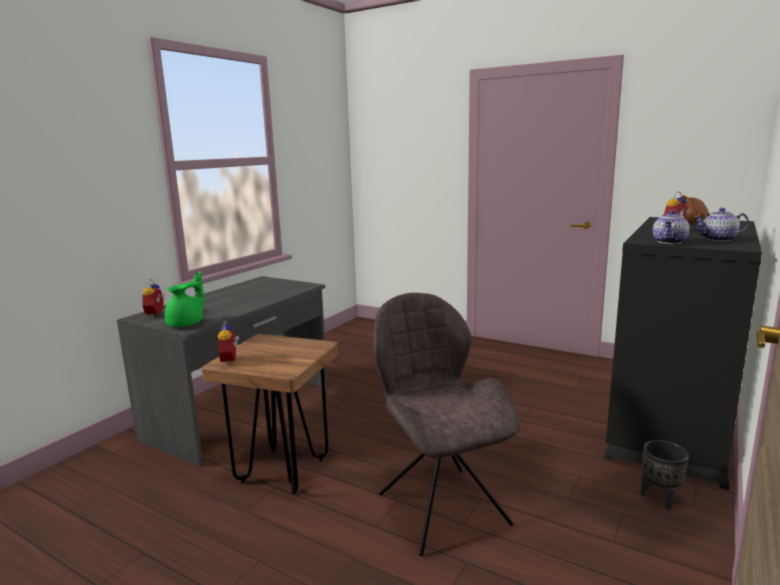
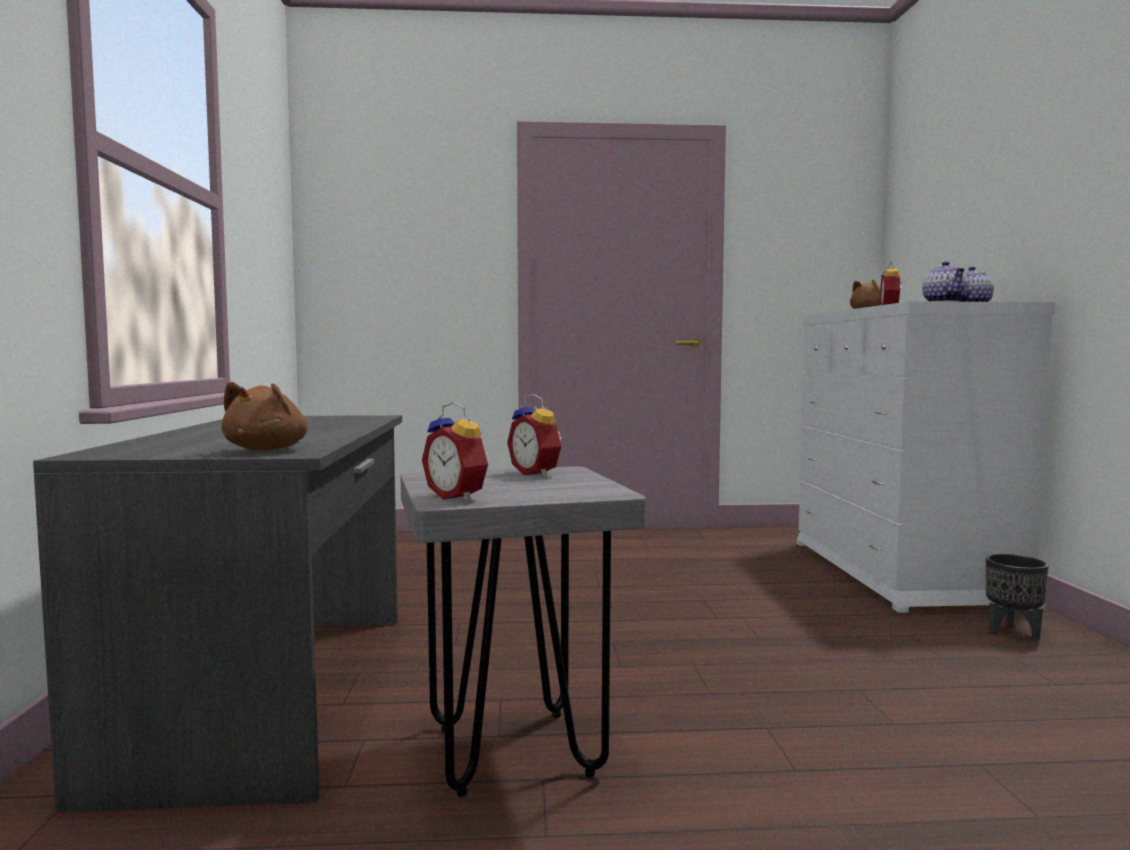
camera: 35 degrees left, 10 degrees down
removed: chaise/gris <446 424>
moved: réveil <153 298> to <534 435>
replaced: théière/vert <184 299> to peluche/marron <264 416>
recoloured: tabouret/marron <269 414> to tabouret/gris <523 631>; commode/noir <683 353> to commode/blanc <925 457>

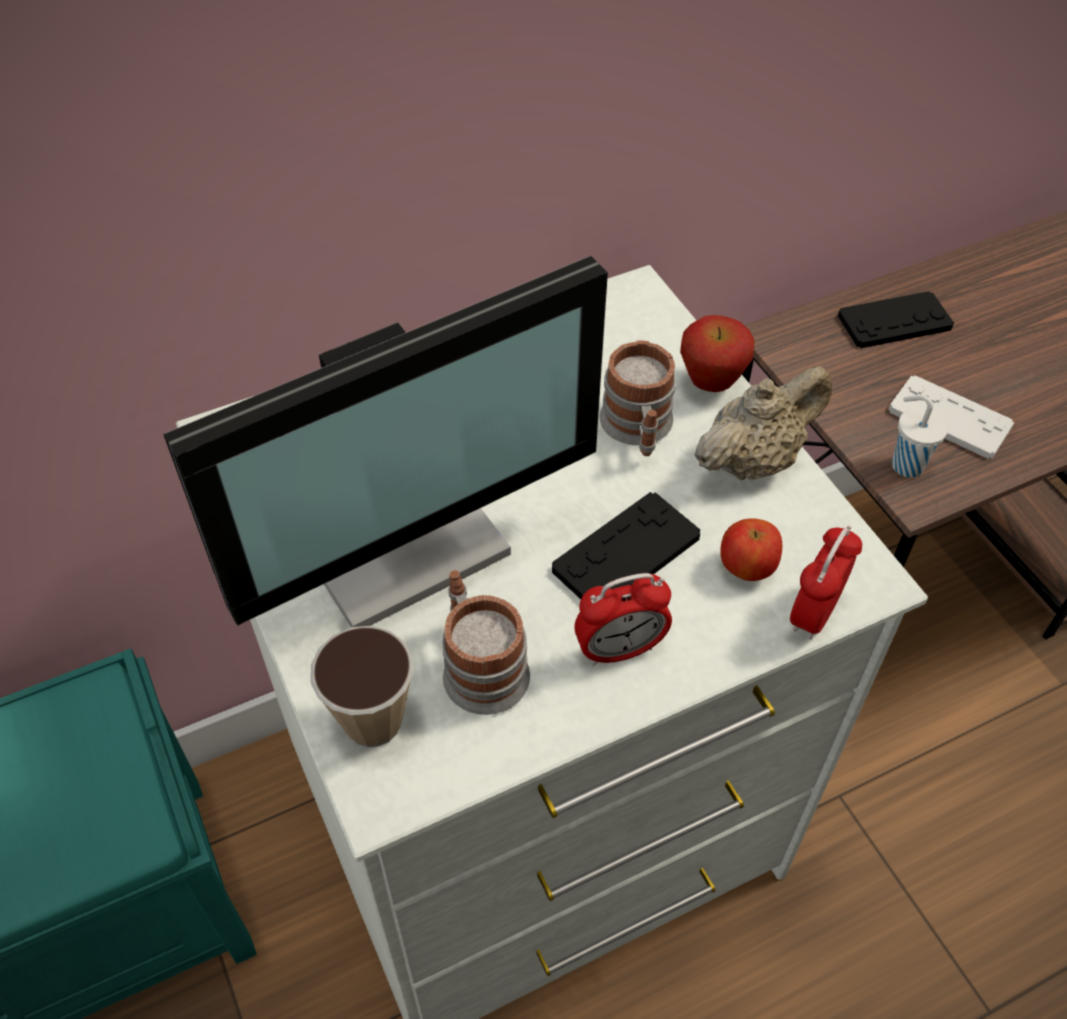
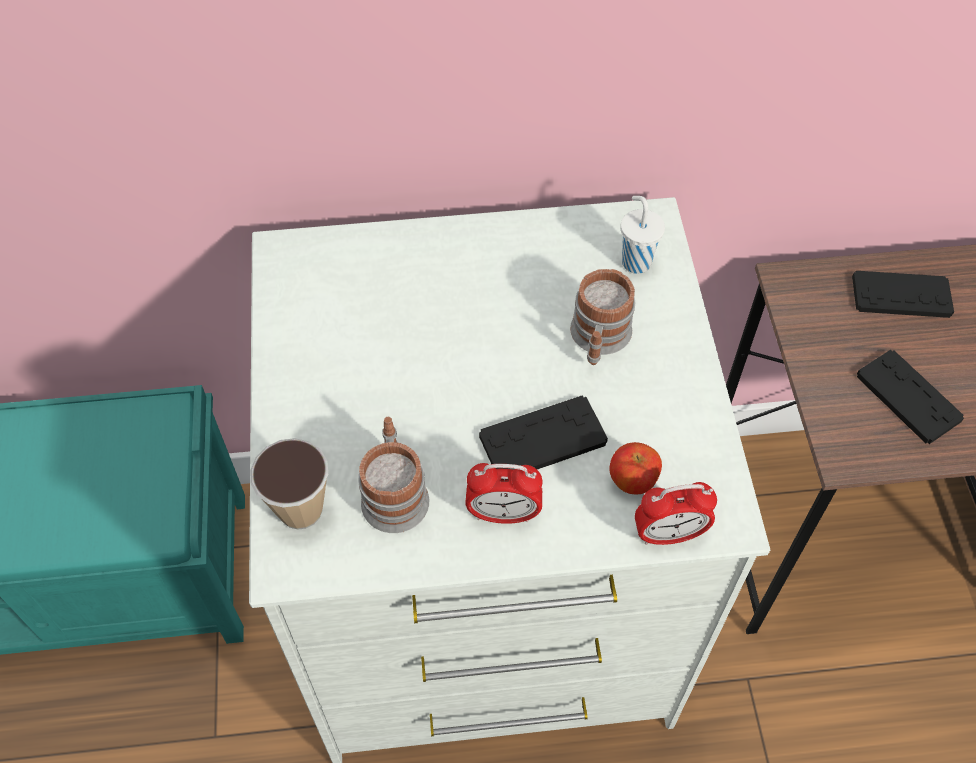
camera: 20 degrees right, 5 degrees up
removed: écran d'ordinateur <385 441>; pomme <717 353>; théière/beige <763 423>
moved: tasse/blanc <920 436> to <643 235>
recoloured: manette/blanc <951 417> to manette/noir <910 397>
turned: réveil <826 582> = <676 513> 150 degrees counterclockwise

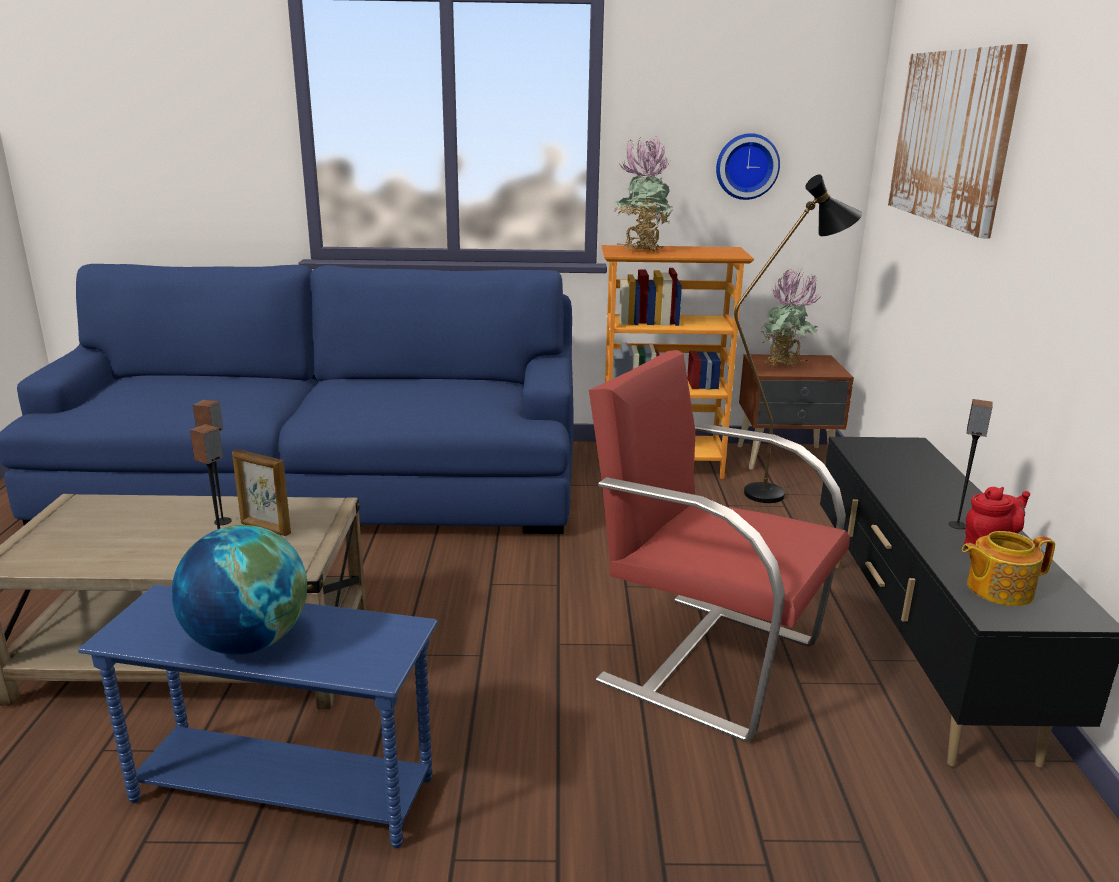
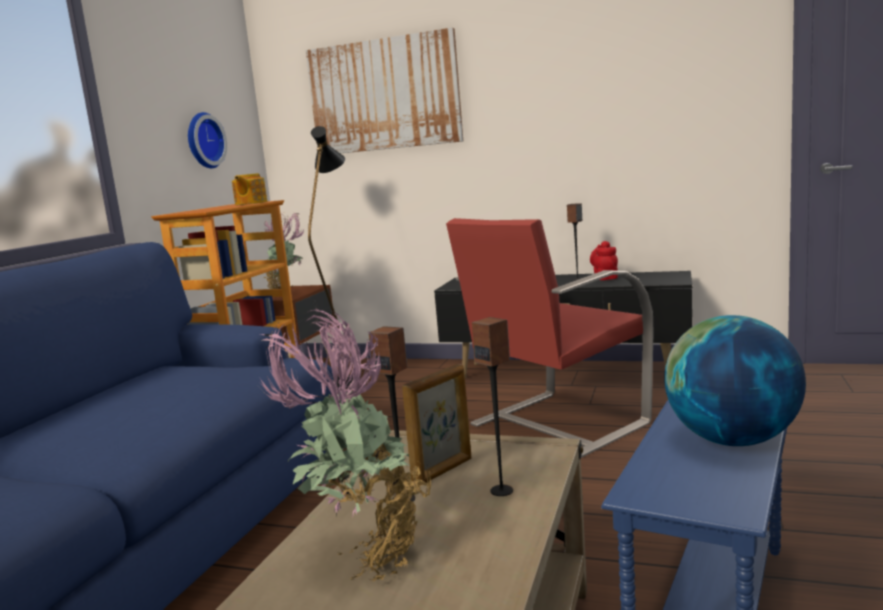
camera: 70 degrees left, 10 degrees down
moved: plante en pot <643 194> to <346 445>; théière <1008 568> to <249 189>

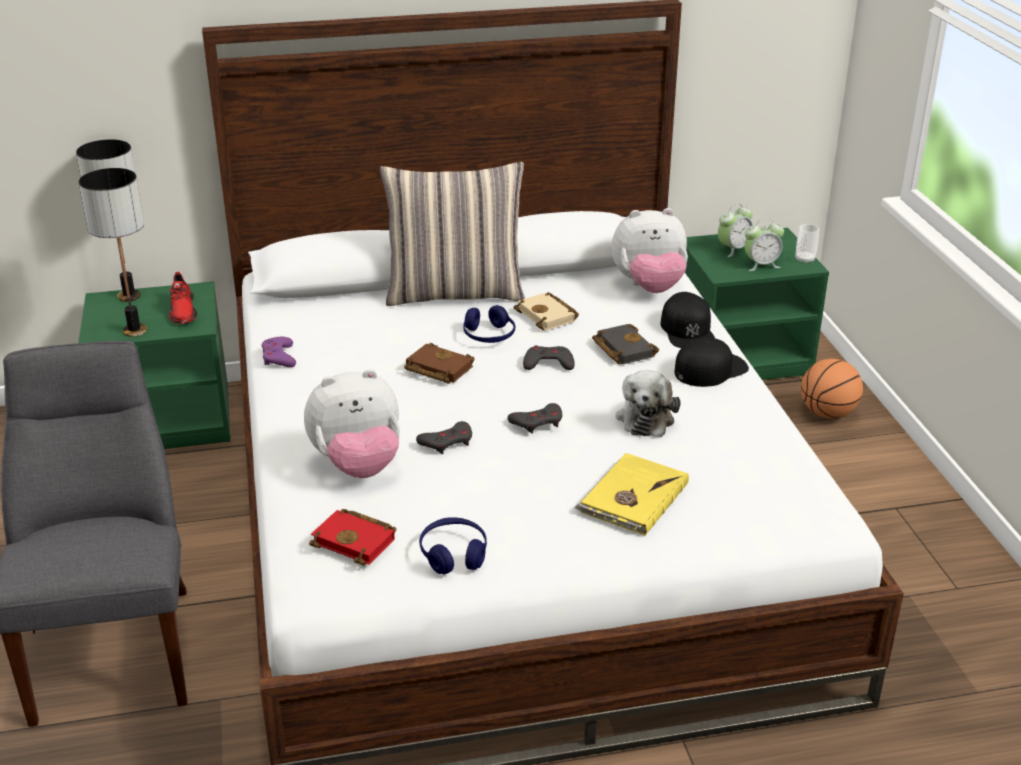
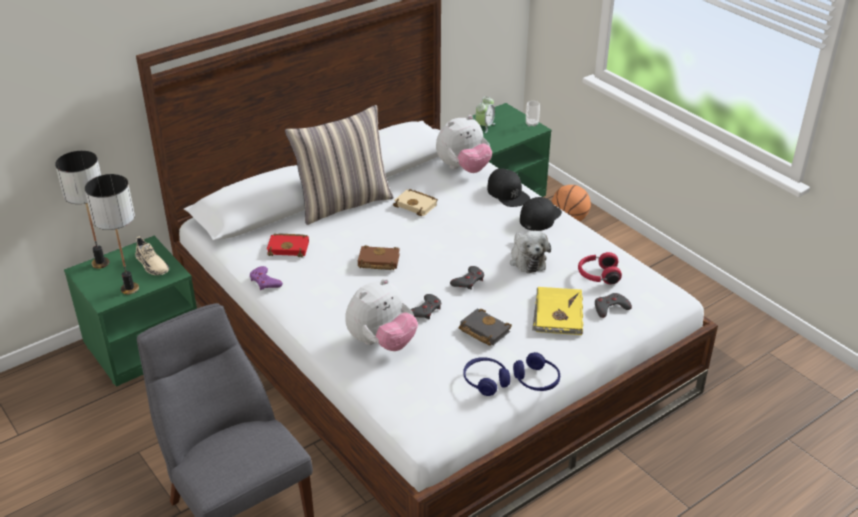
camera: 25 degrees left, 5 degrees up
removed: réveil <764 244>
added: casque audio/rouge <600 268>
moved: livre/rouge <352 537> to <288 245>; casque audio/bleu <489 324> to <536 371>; manette/gris <549 357> to <613 305>; livre/noir <625 344> to <485 327>
recoloured: chaussure/rouge <183 298> to chaussure/beige <152 255>

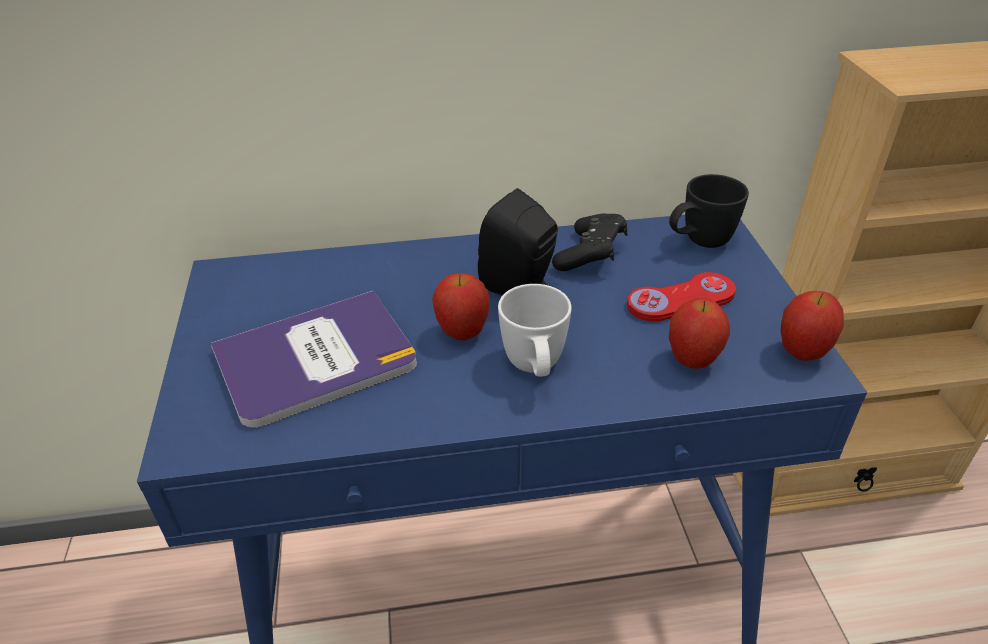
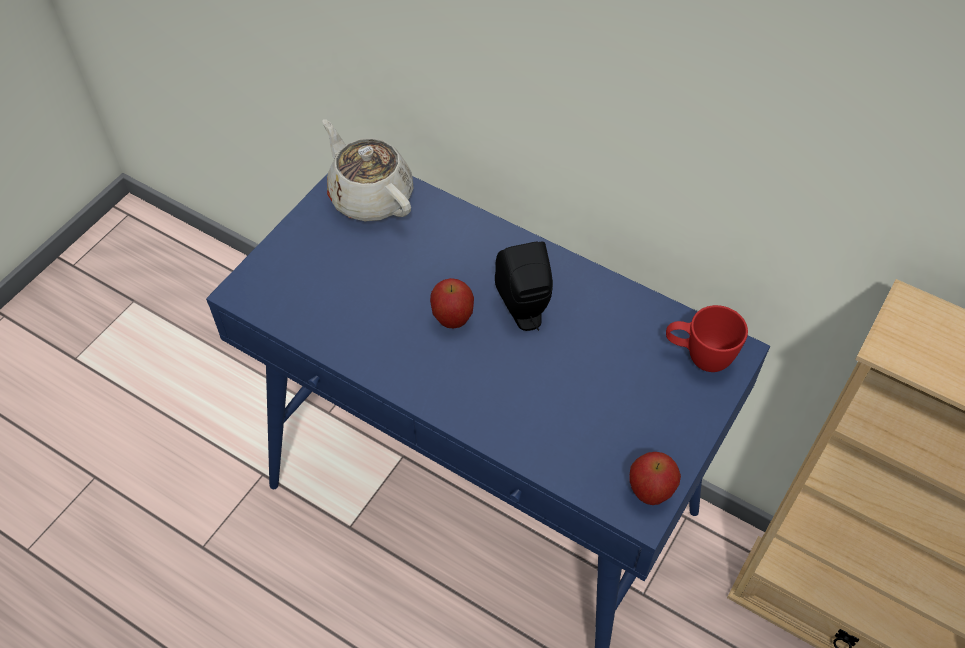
camera: 40 degrees right, 15 degrees up
removed: livre <313 359>; mug/blanc <535 330>; manette/noir <590 242>; manette/rouge <681 296>; pomme <699 333>
added: théière/beige <367 170>
recoloured: mug/noir <709 211> to mug/rouge <707 338>

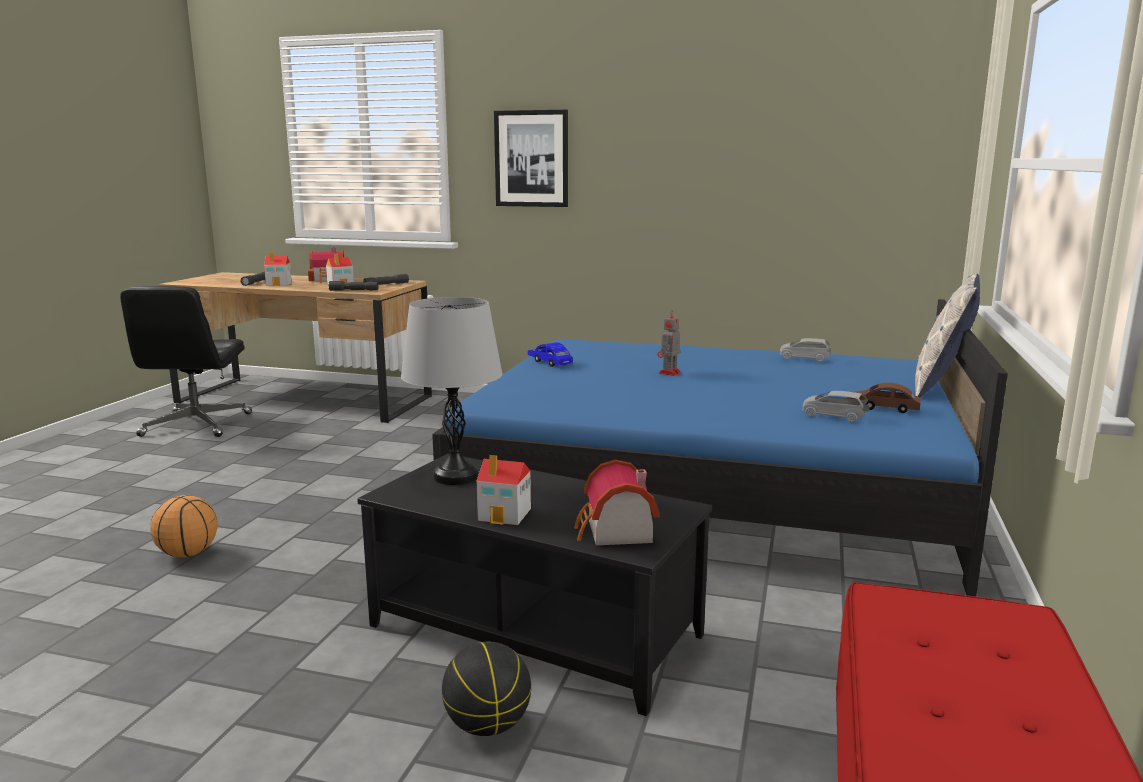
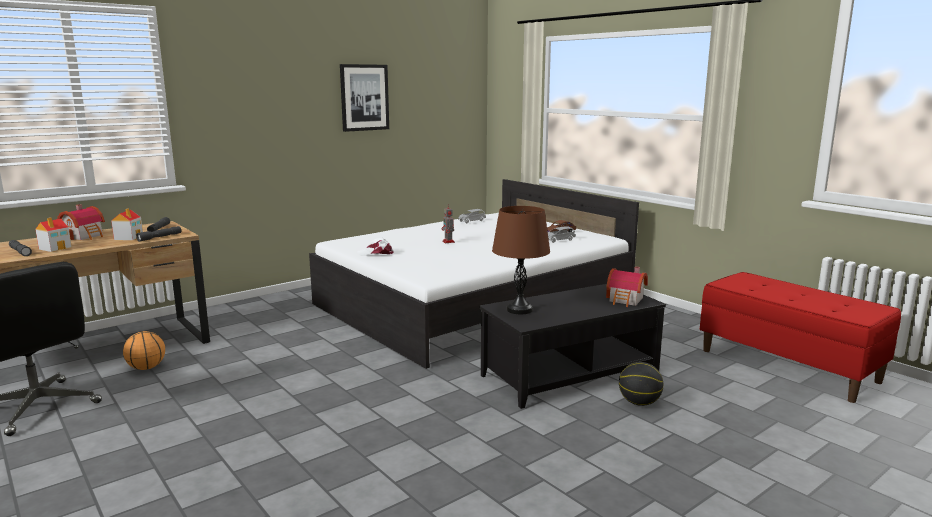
camera: 55 degrees left, 0 degrees up
removed: maison miniature <504 490>; coussin <947 335>
moved: ballon de basket <184 526> to <144 350>; tableau <531 158> to <364 98>
replaced: petite voiture/bleu <550 354> to casquette/blanc <375 247>
recoloured: lampe de table/gris <452 391> to lampe de table/marron <521 260>; lit/bleu <720 447> to lit/blanc <474 274>

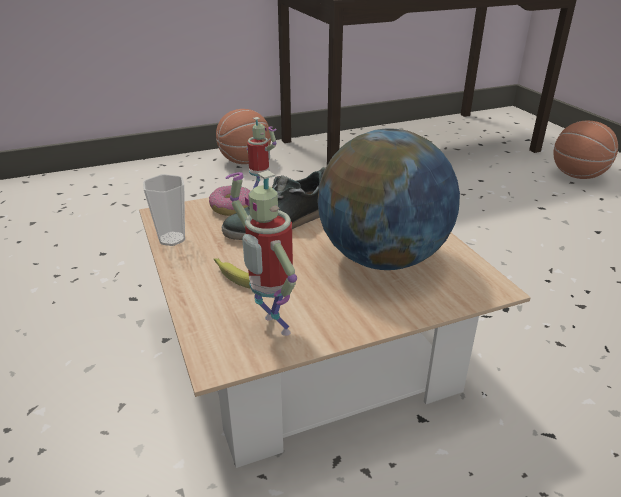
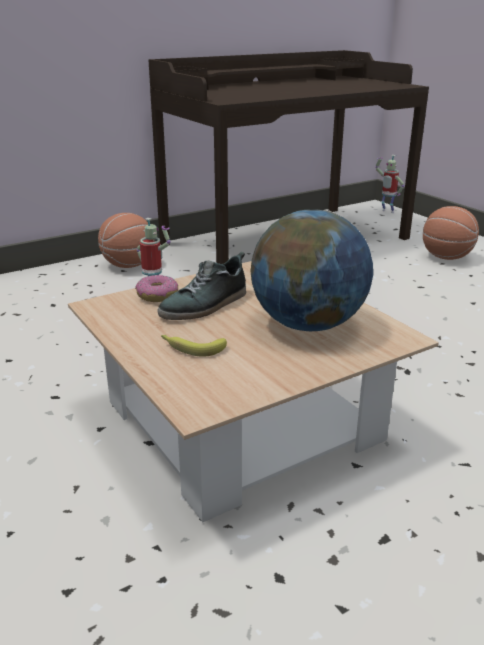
camera: 10 degrees left, 5 degrees down
removed: tasse <164 210>
moved: robot jouet <261 253> to <389 184>

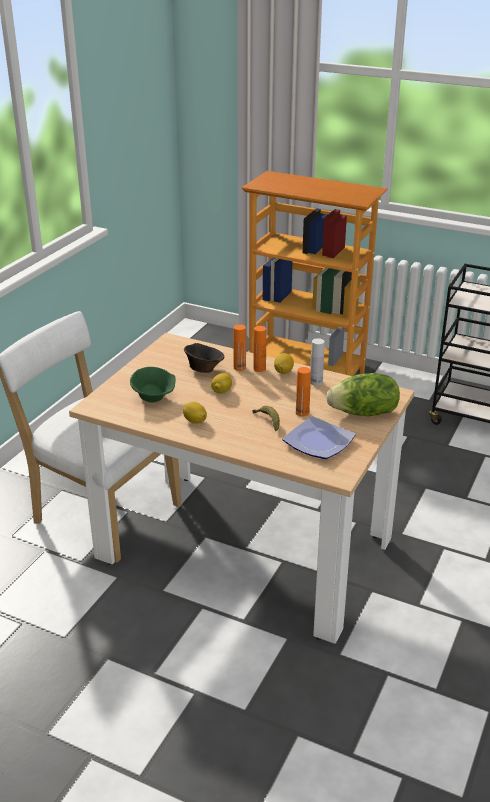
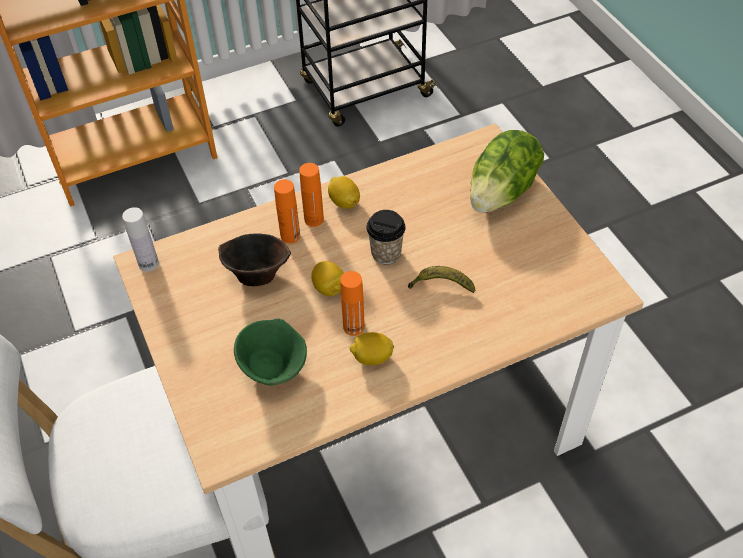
camera: 50 degrees left, 20 degrees up
removed: assiette <319 437>
added: tasse <386 237>
moved: bouteille/orange <303 391> to <352 303>; bouteille/blanc <317 362> to <140 239>

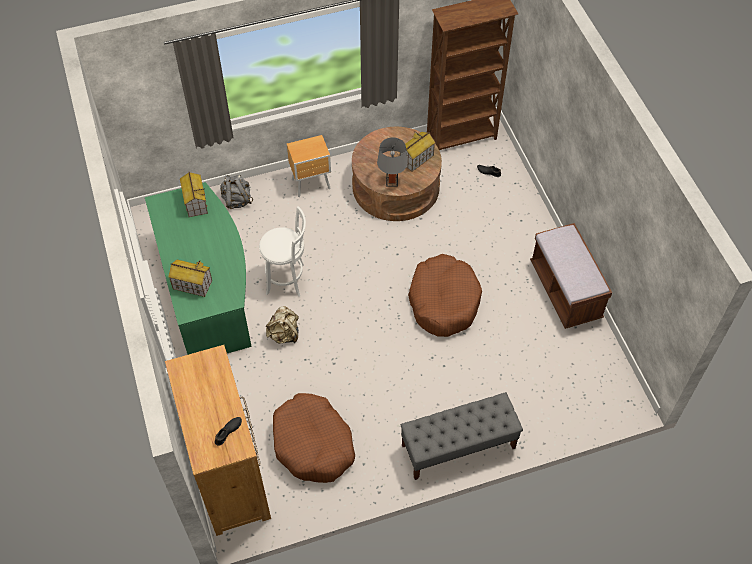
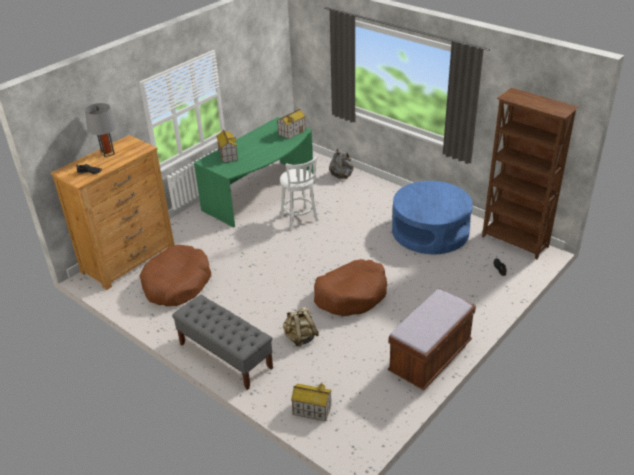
camera: 60 degrees right, 20 degrees down
removed: table de chevet/marron <309 166>
moved: sac à dos/beige <282 325> to <301 326>; lampe de table/gris <392 161> to <101 130>; maison miniature <418 152> to <311 402>
recoloured: table basse/marron <397 174> to table basse/bleu <432 217>

